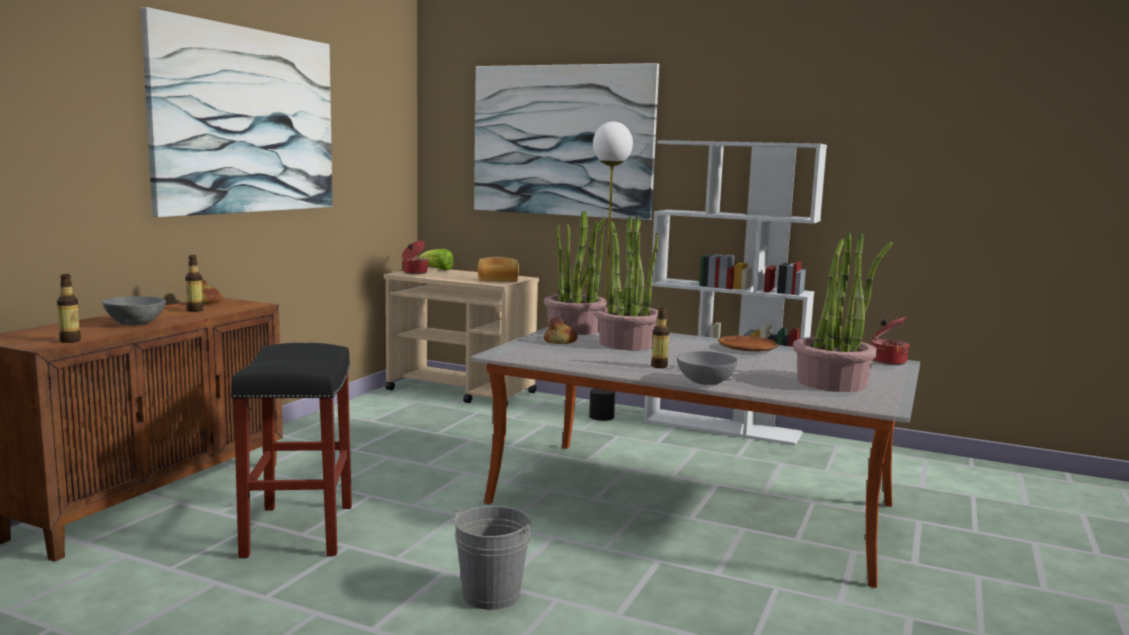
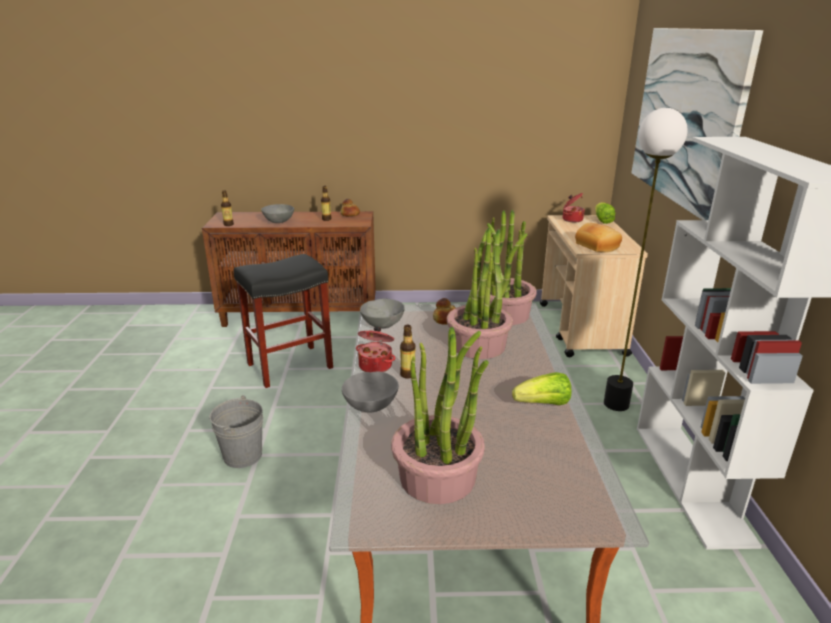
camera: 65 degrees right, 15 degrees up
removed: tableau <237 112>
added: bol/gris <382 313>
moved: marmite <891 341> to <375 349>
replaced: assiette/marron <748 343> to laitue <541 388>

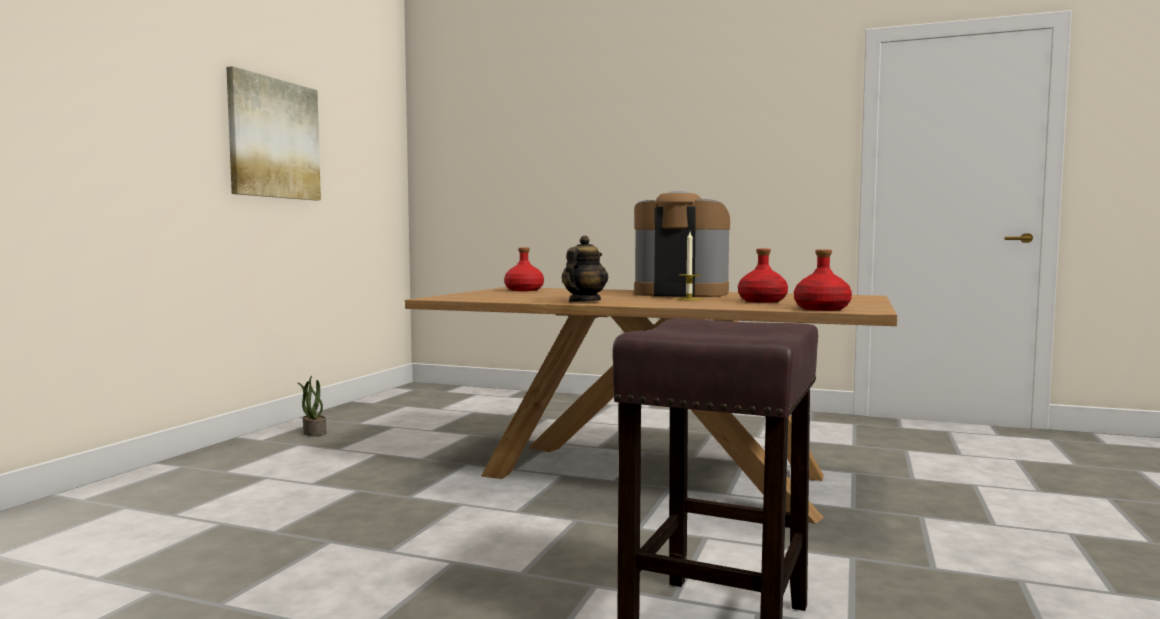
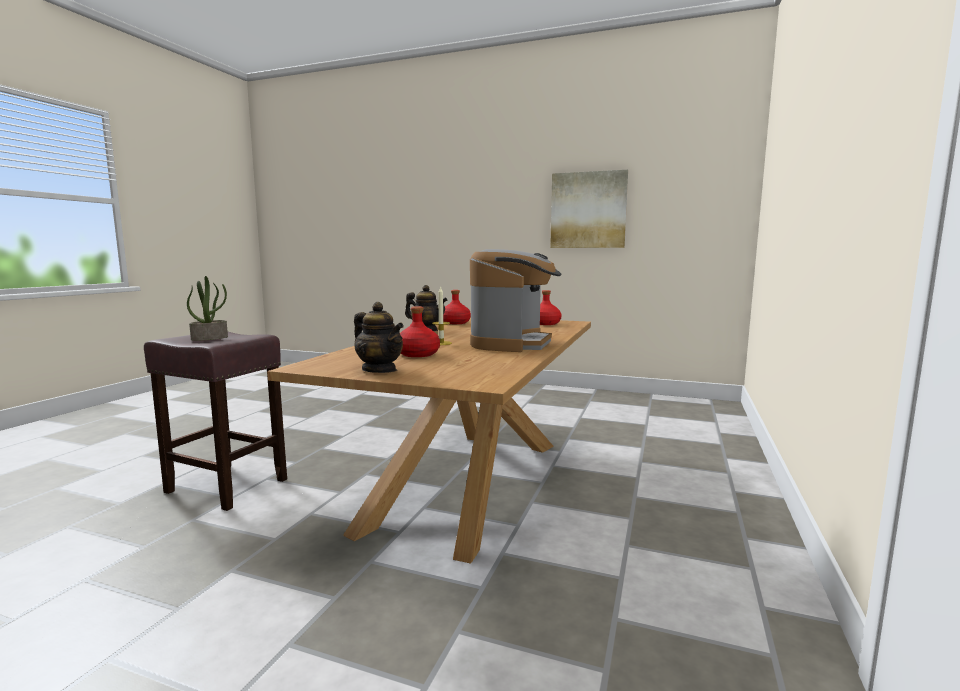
camera: 90 degrees right, 5 degrees up
added: théière <379 337>
moved: plante en pot <312 406> to <207 308>; bouteille/rouge <823 280> to <457 307>

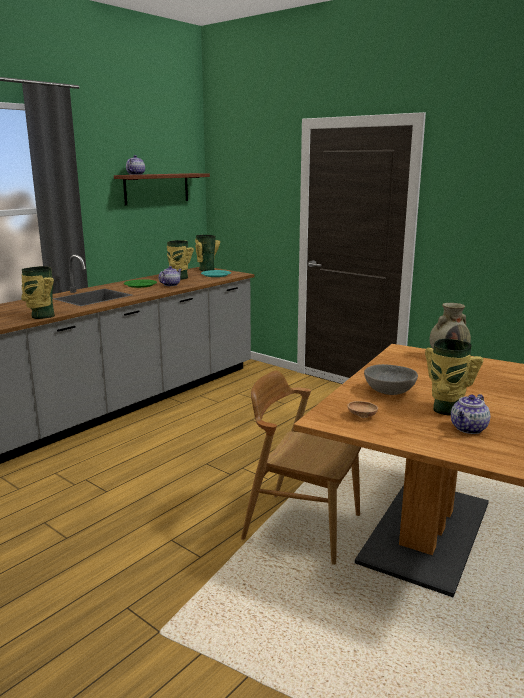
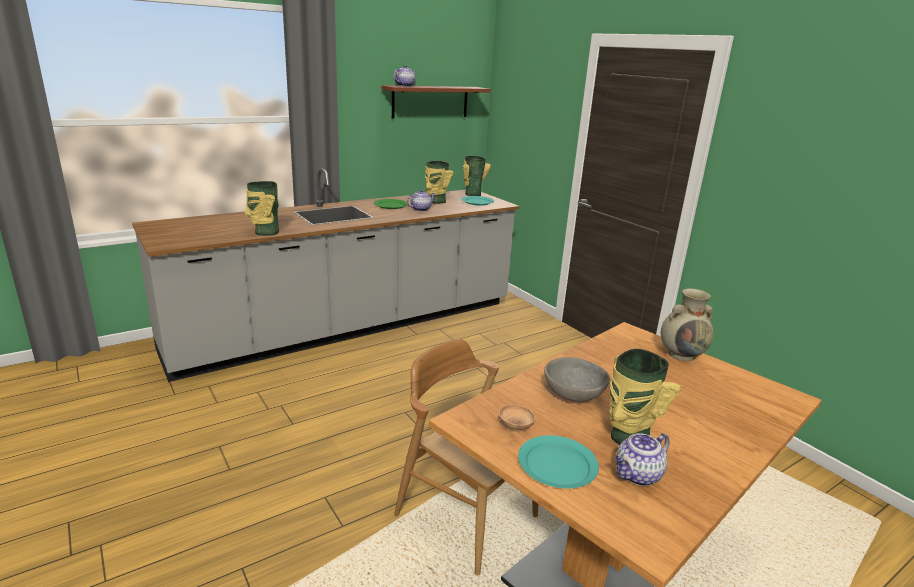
camera: 15 degrees right, 5 degrees up
added: assiette/turquoise <558 461>

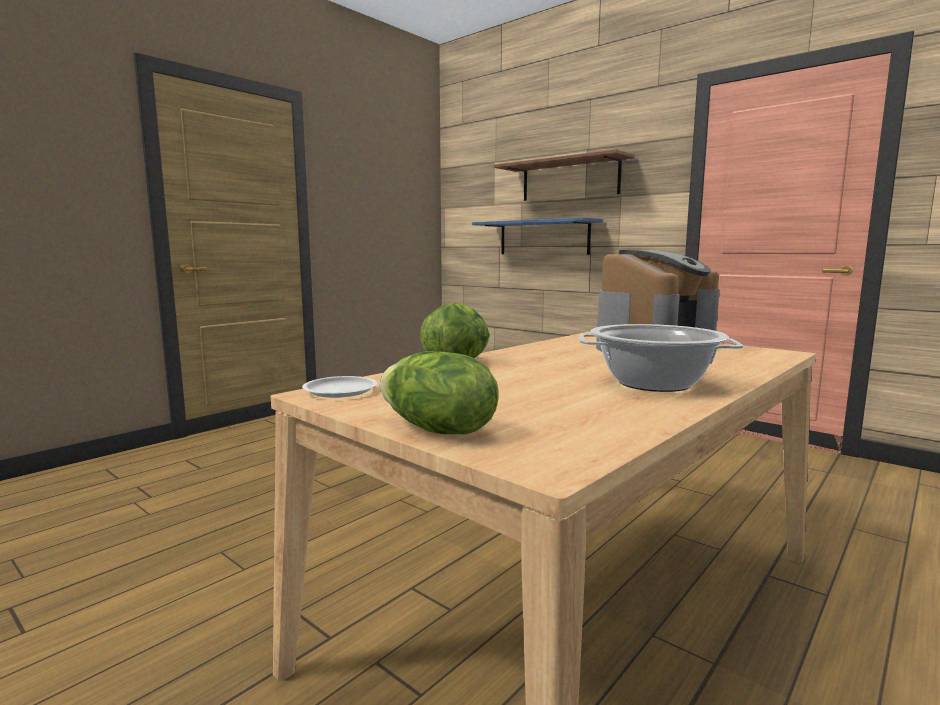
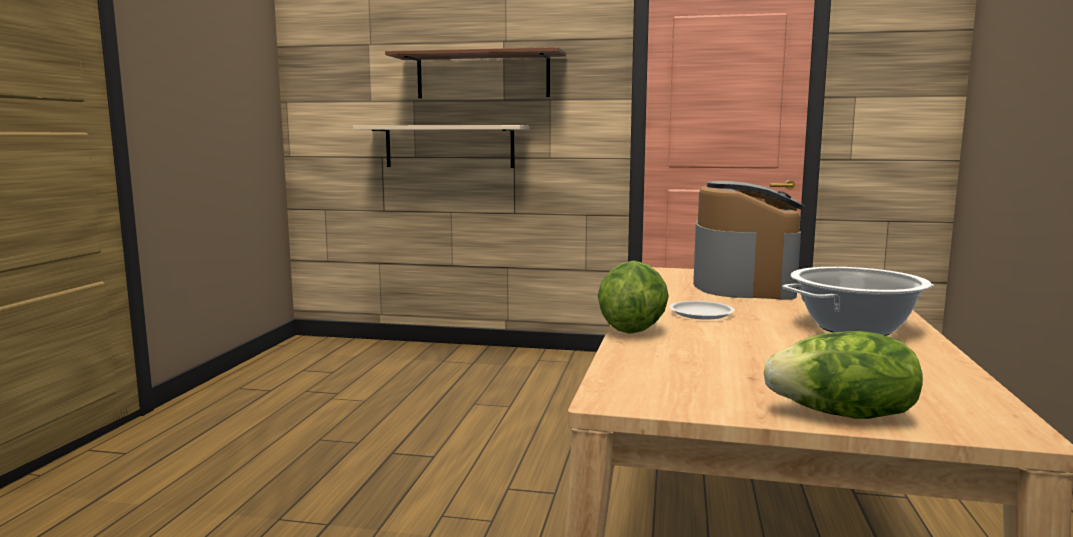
camera: 30 degrees left, 0 degrees up
moved: assiette/blanc <339 387> to <702 310>
recoloured: étagère/bleu <537 236> to étagère/beige <441 146>

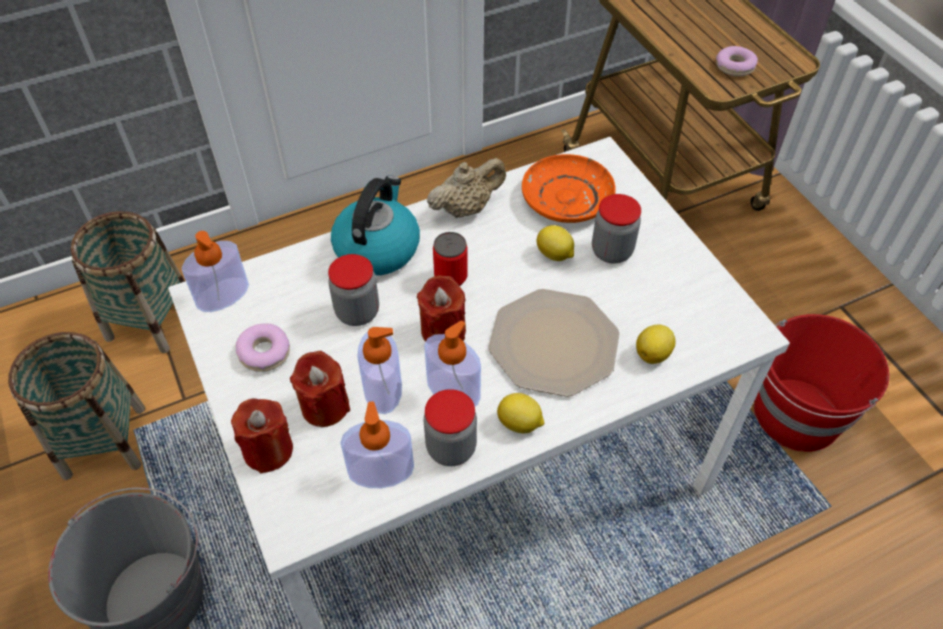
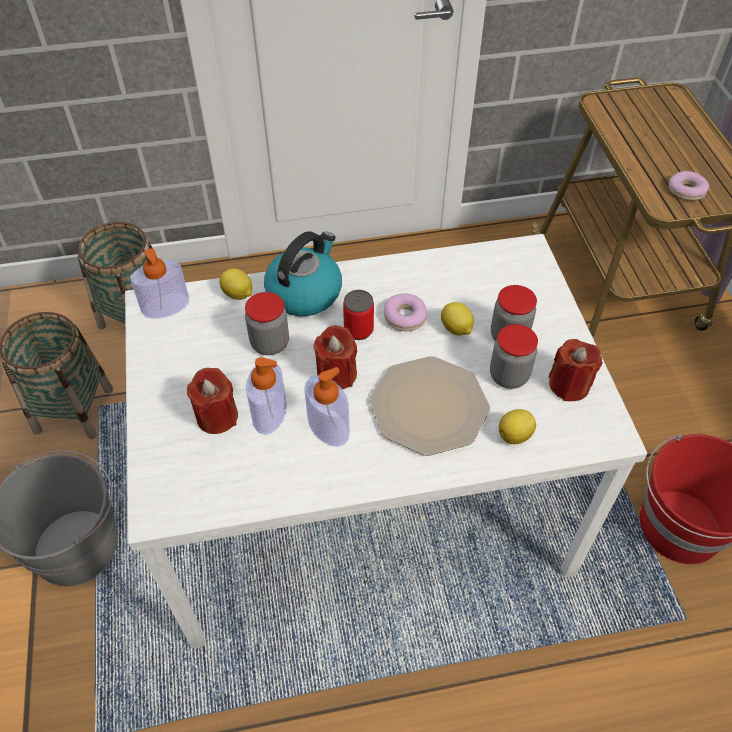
camera: 15 degrees right, 0 degrees up
removed: distributeur de savon <377 444>; théière/beige <466 188>; assiette/orange <569 188>
moved: bougie/rouge <262 435> to <575 370>; beignet <263 347> to <405 312>; bocal <450 427> to <514 356>; citron <521 413> to <235 284>

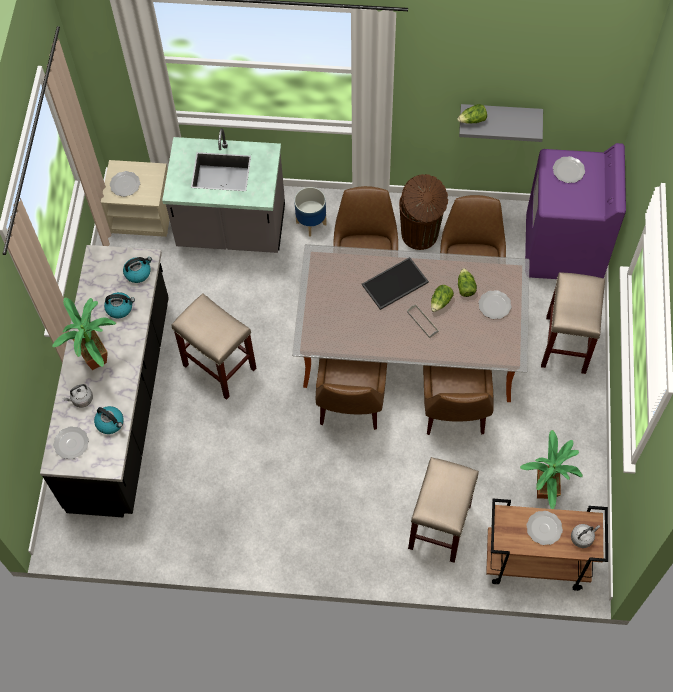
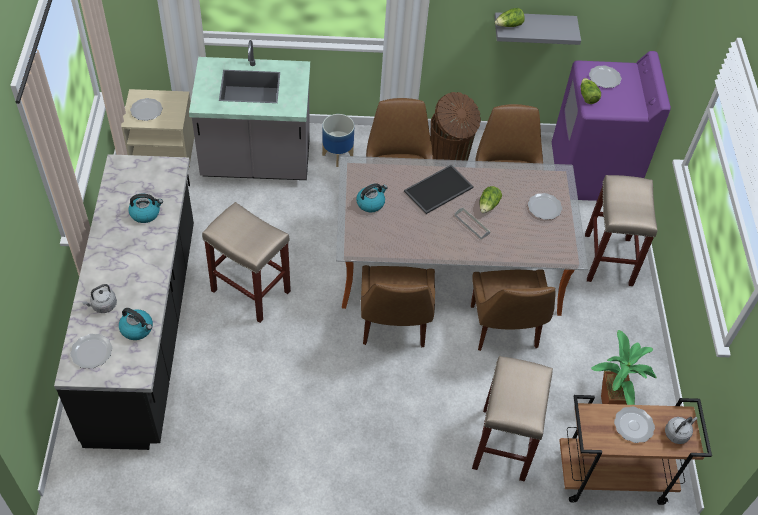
camera: 10 degrees left, 10 degrees down
removed: plante en pot <84 333>
moved: bouilloire <137 270> to <372 198>; laitue <467 282> to <591 91>

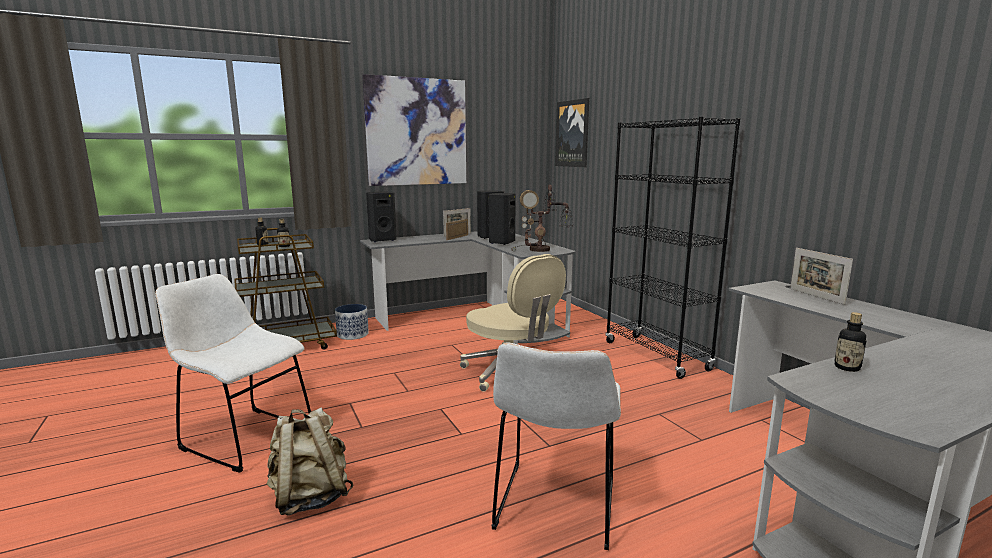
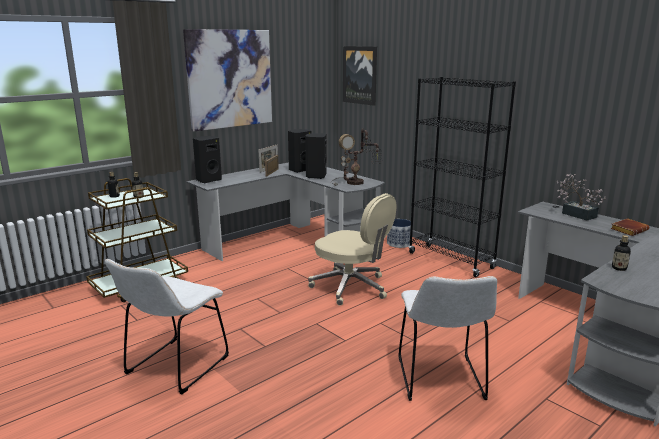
camera: 15 degrees left, 5 degrees up
removed: sac à dos/beige <310 461>
added: livre/marron <629 227>
moved: cache-pot <352 322> to <399 233>
replaced: cadre photo <821 276> to plante en pot <582 197>
turned: chaise/blanc <233 373> = <167 326> 75 degrees counterclockwise

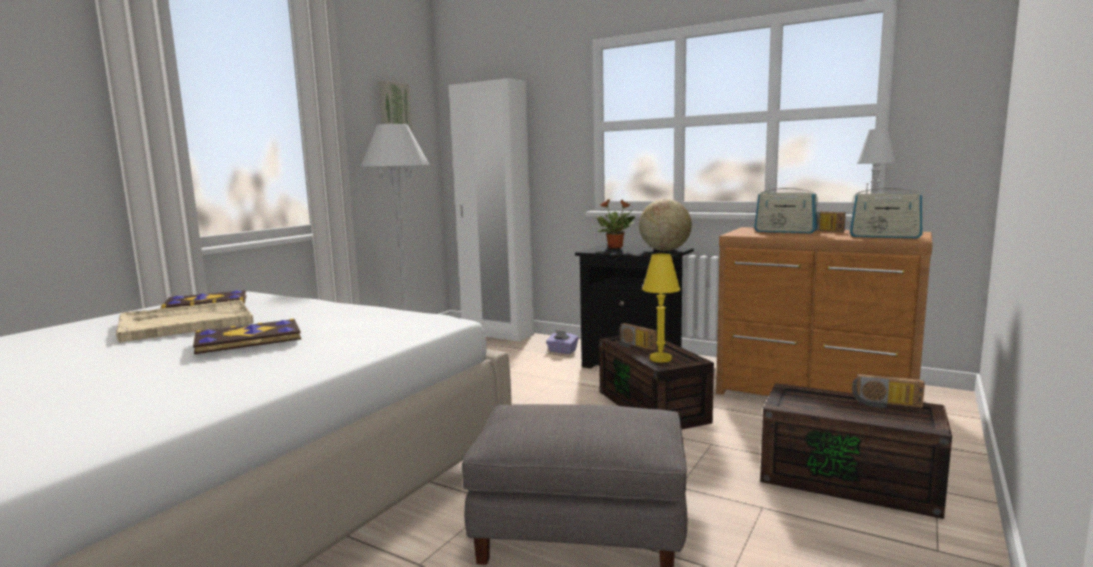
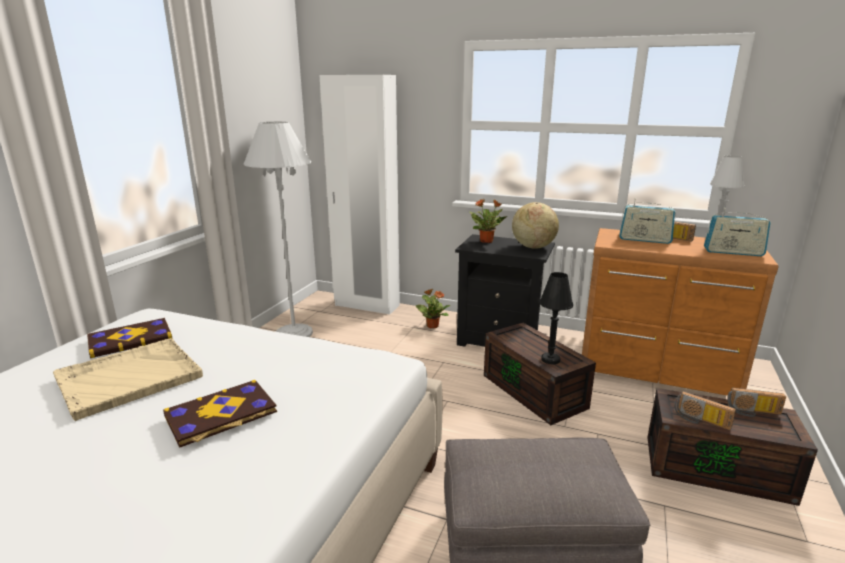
camera: 10 degrees left, 10 degrees up
removed: tableau <395 107>
moved: radio <636 337> to <705 410>
replaced: boîte à mouchoirs/violet <562 342> to plante en pot <433 309>
recoloured: lampe de table/jaune <661 308> to lampe de table/noir <556 318>

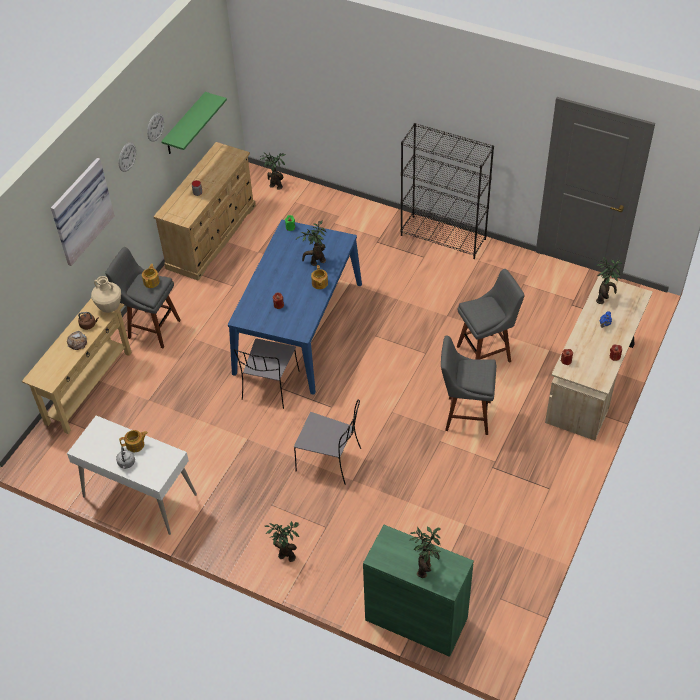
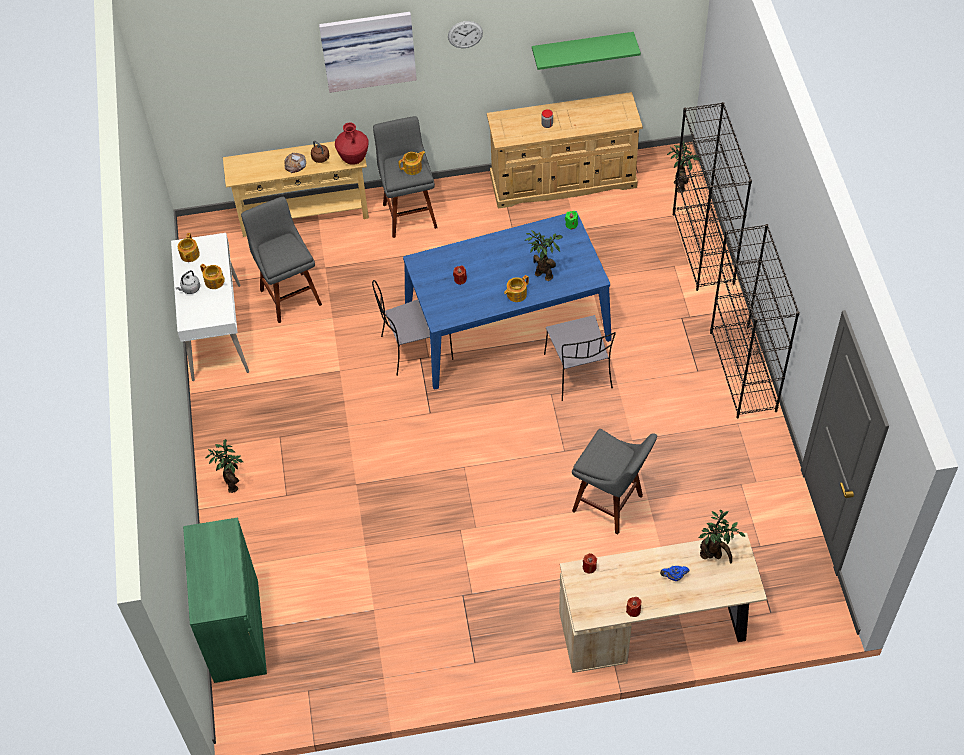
camera: 55 degrees right, 5 degrees up
removed: horloge murale <155 127>; plante en pot <425 552>
added: théière <189 247>; bibliothèque/noir <712 196>
moved: chaise/gris <327 442> to <580 358>; tabouret/gris <468 385> to <281 260>
recoloured: vase/beige <106 294> to vase/rouge <352 144>

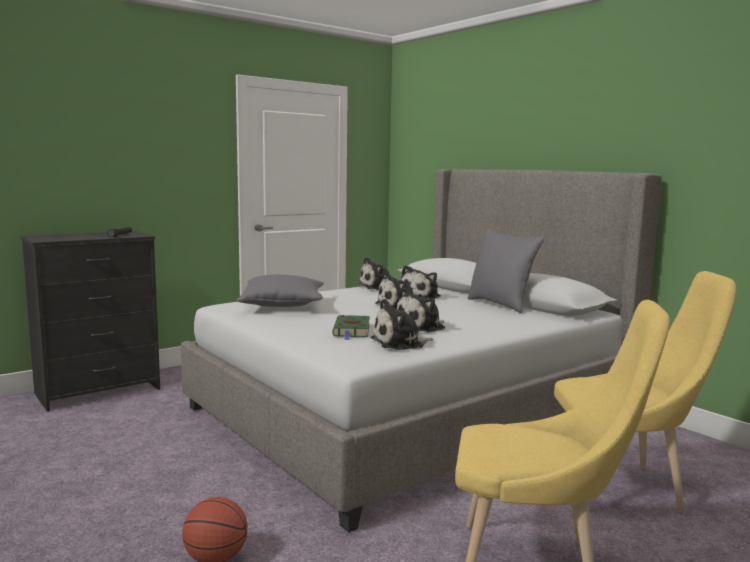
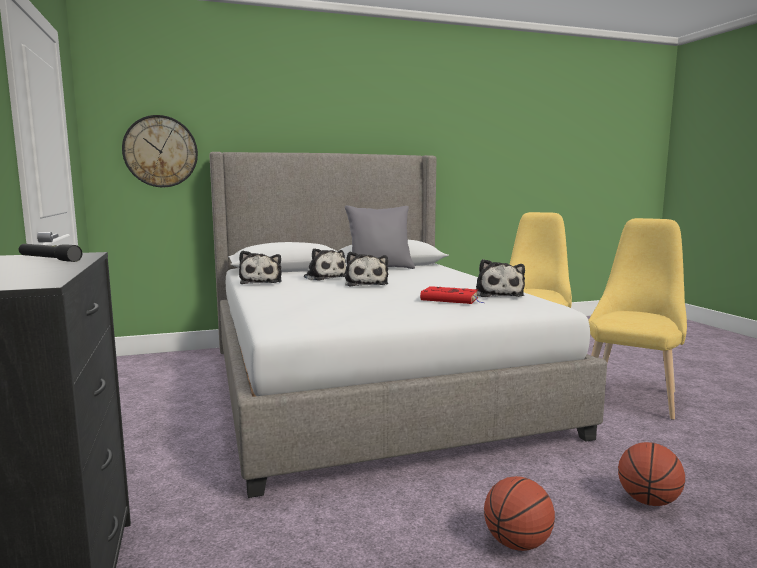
camera: 70 degrees left, 0 degrees up
removed: coussin/gris <280 290>; peluche <421 310>
added: horloge murale <160 151>; ballon de basket <519 513>
recoloured: livre/vert <351 327> to livre/rouge <452 295>

